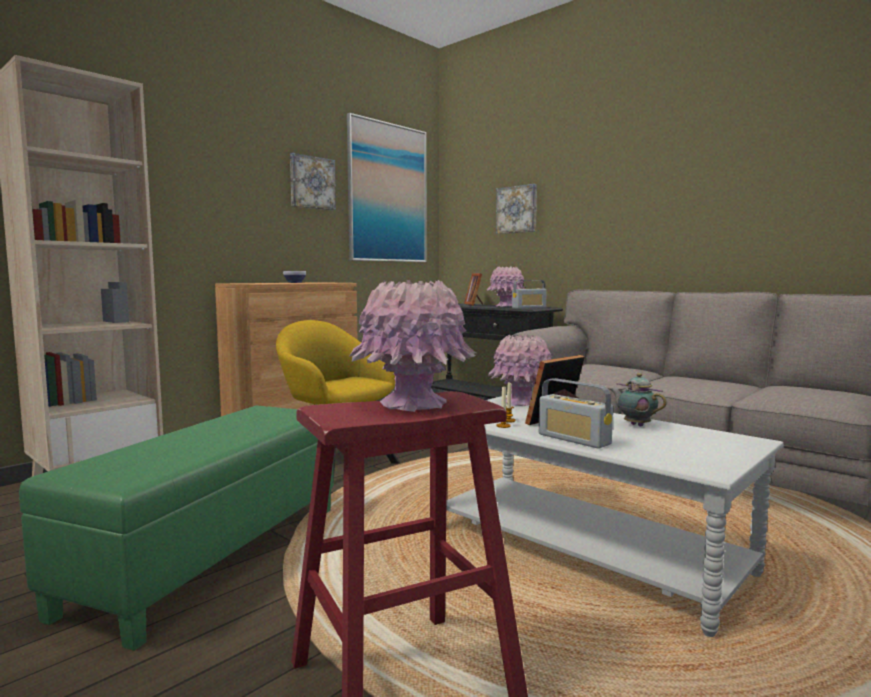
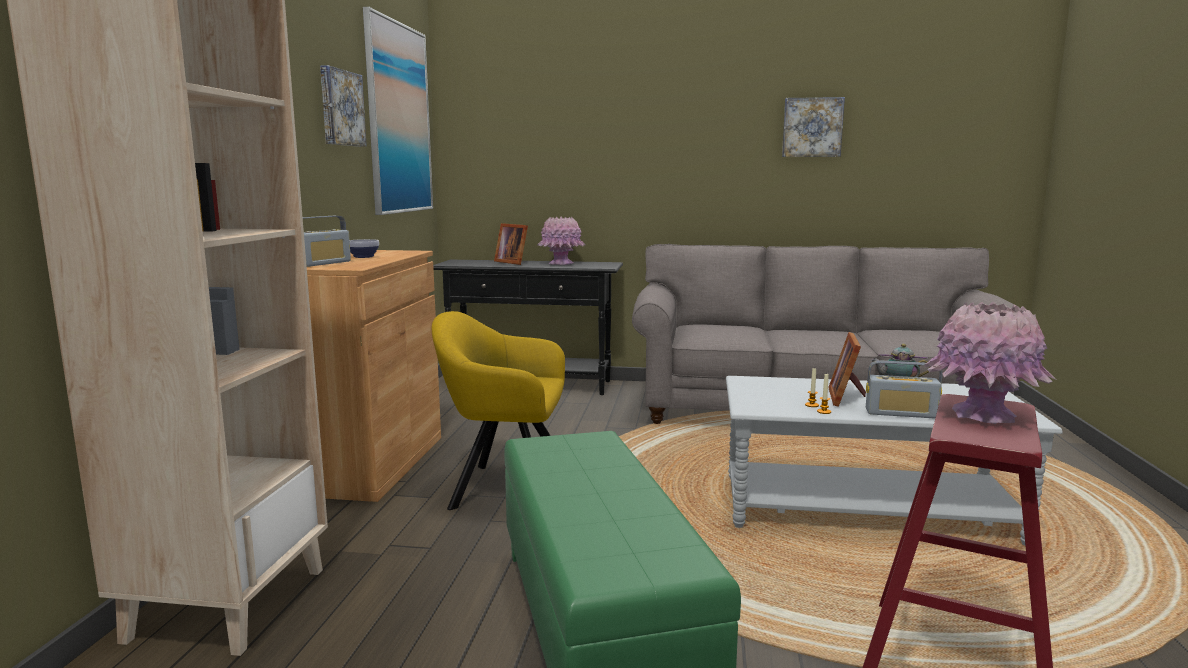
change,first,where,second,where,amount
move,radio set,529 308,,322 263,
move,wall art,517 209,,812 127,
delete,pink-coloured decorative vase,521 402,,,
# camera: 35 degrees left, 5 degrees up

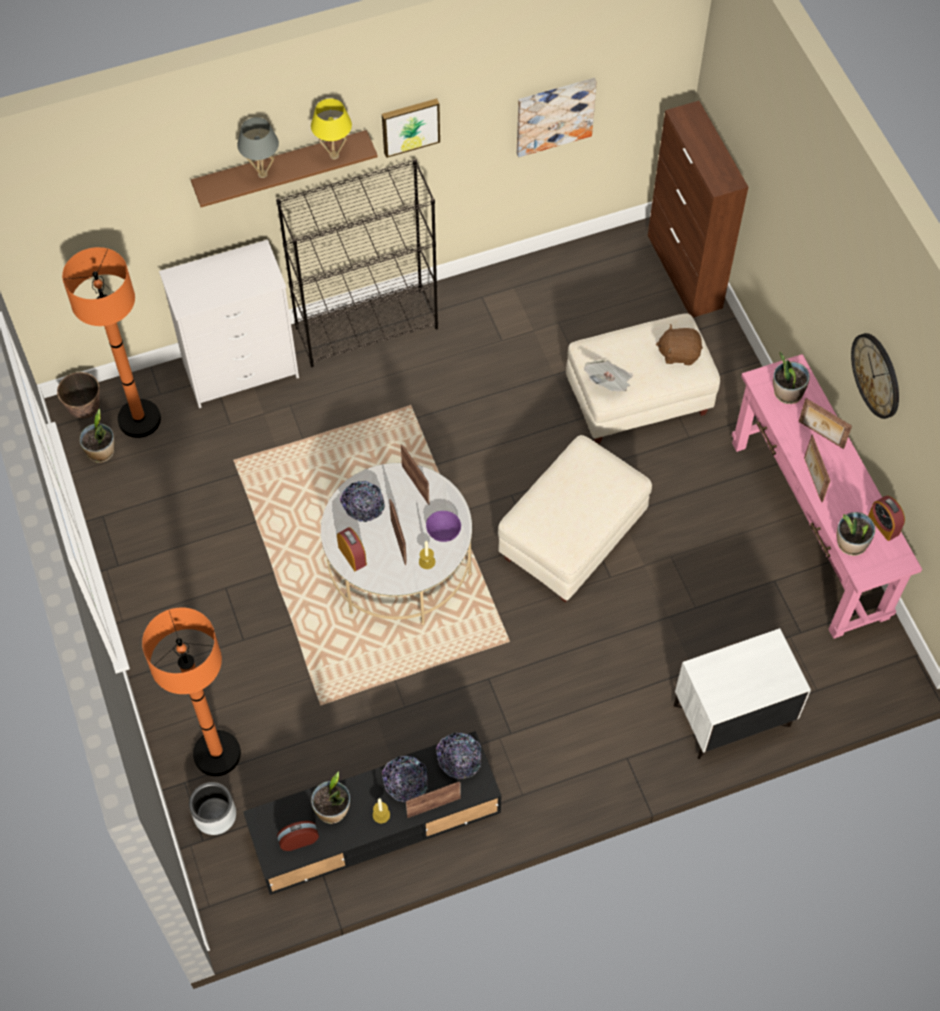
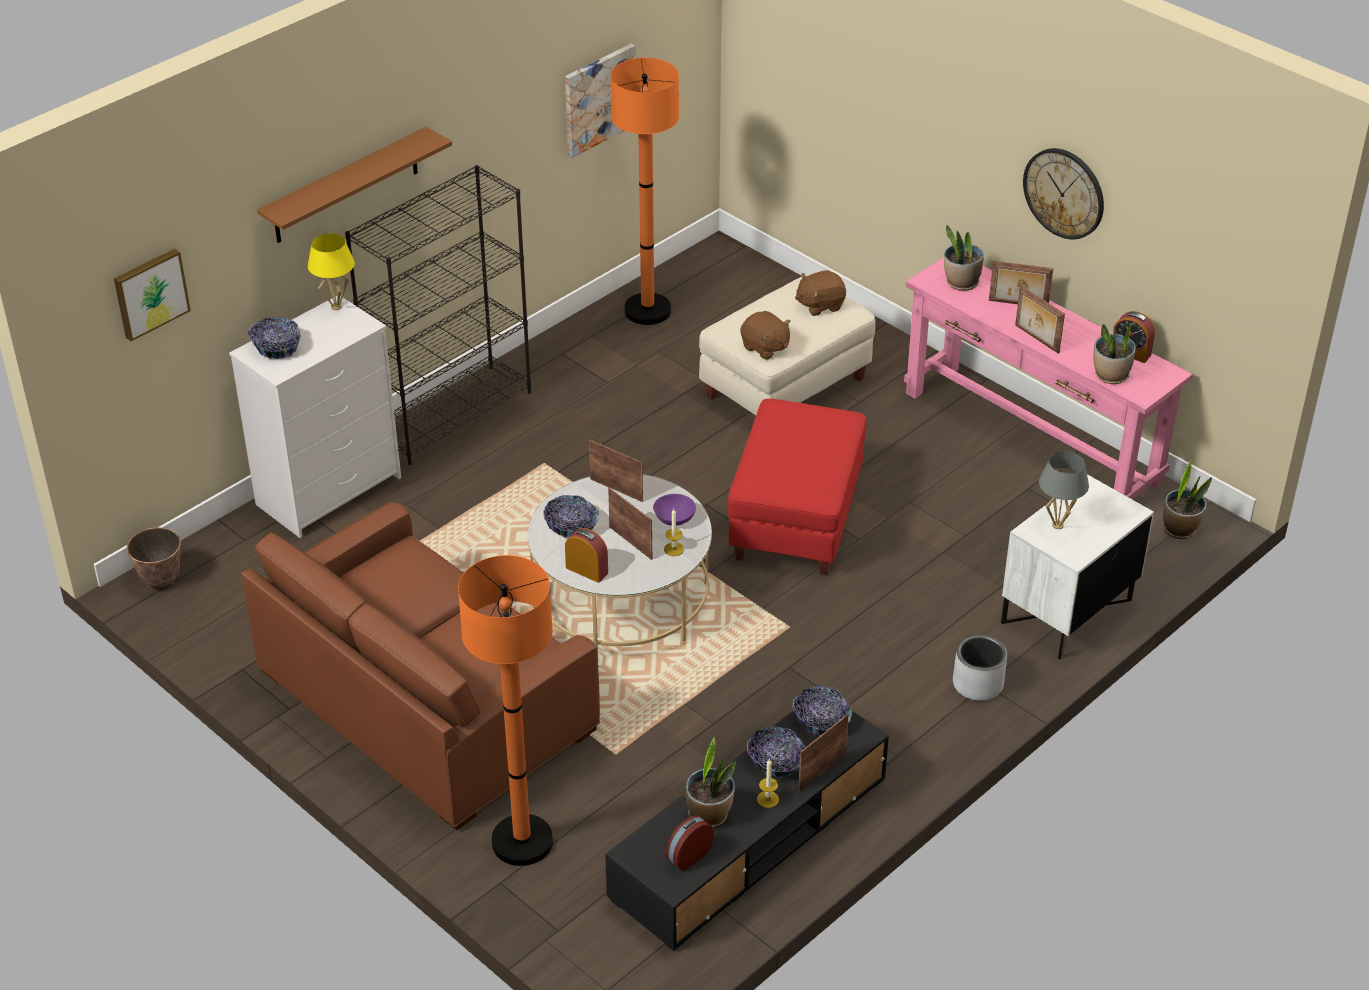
change,first,where,second,where,amount
move,wall art,410 125,,150 293,
insert,,,brownish sofa,424 700,
insert,,,deep dish,276 348,
move,yellow tabletop lamp,334 155,,336 307,
move,orange floor lamp,139 419,,647 310,
recolor,beige footrest,573 539,red-coloured footrest,797 520,
replace,daily paper,609 383,brownish soft toy,765 348,
move,greyish plant pot,214 815,,977 684,
move,greyish tabletop lamp,262 174,,1058 525,
move,potted plant,101 452,,1180 529,
delete,brownish cupboard,684 272,,,
# camera: 25 degrees left, 20 degrees down

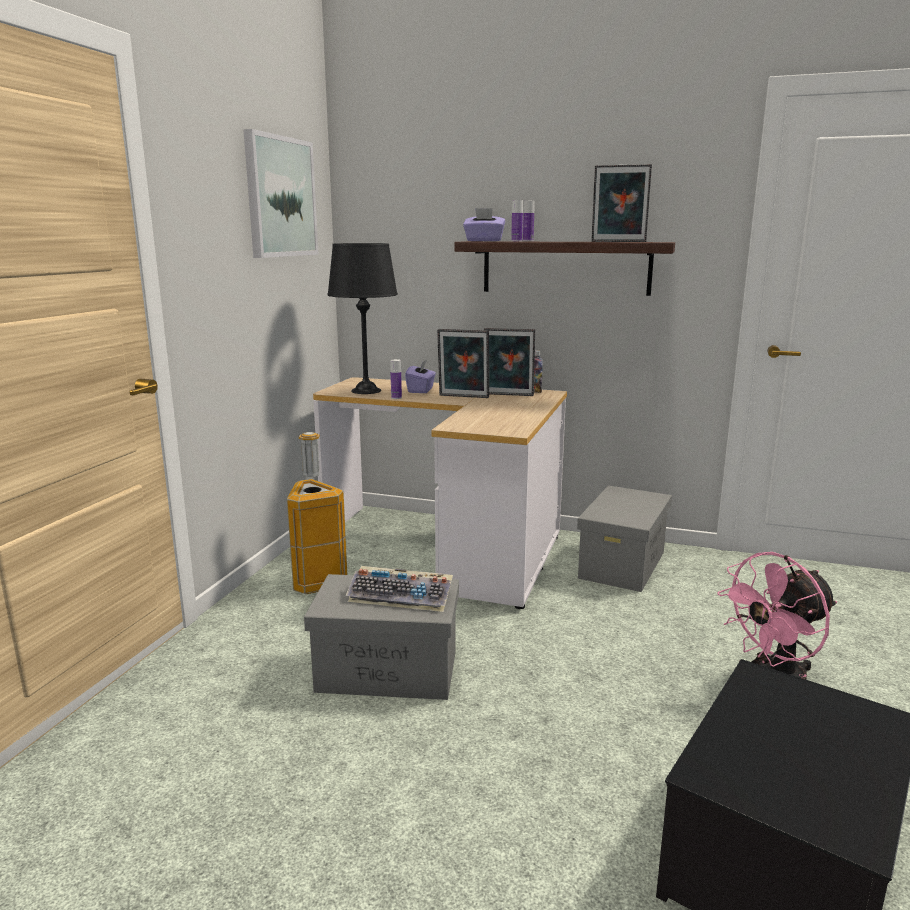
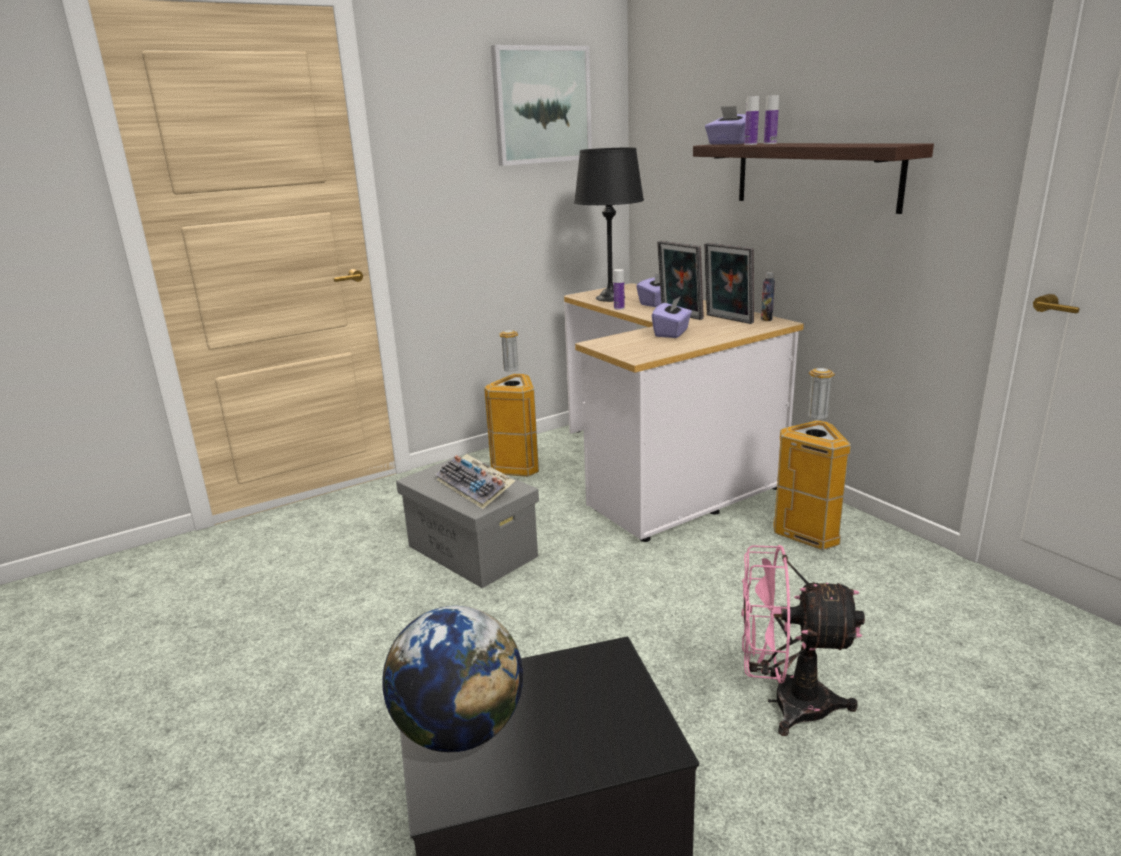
change,first,where,second,where,amount
insert,,,world globe,460 730,
insert,,,purple-coloured tissue holder,672 333,
replace,greyish storage container,622 565,rubbish bin,808 536,
delete,photo frame,618 241,,,
# camera: 40 degrees right, 5 degrees up

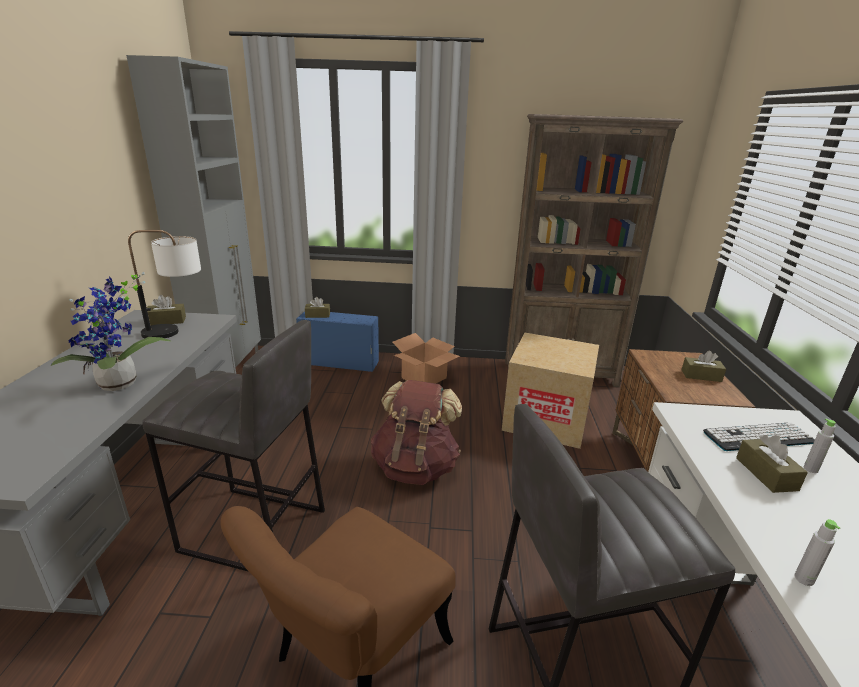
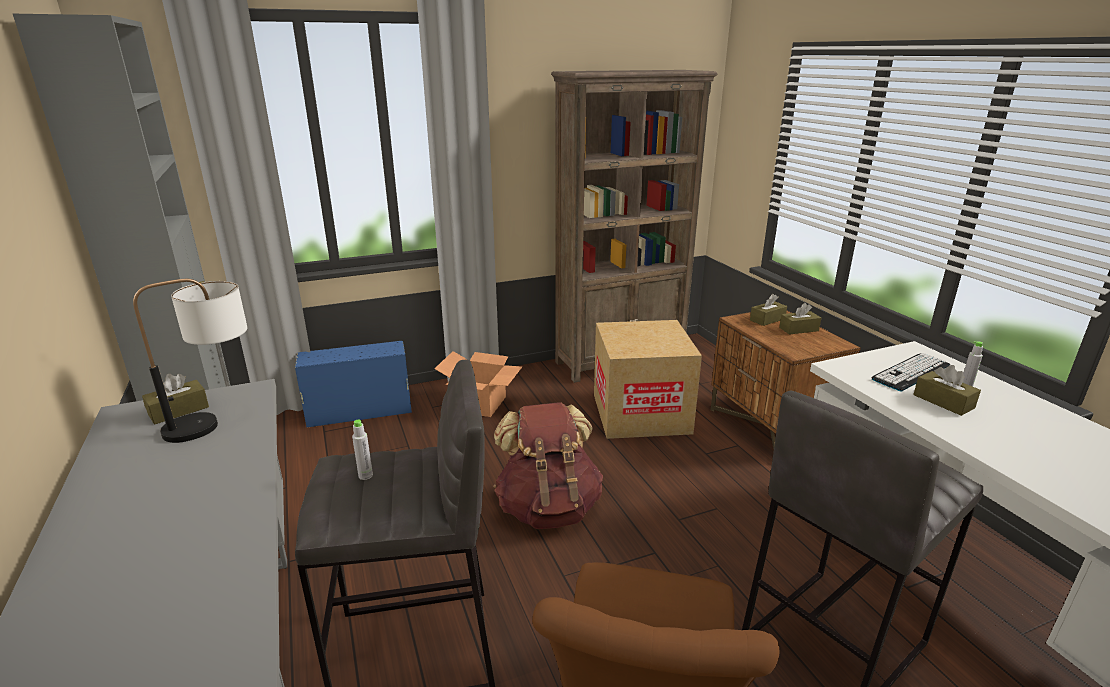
change,first,where,second,where,amount
move,greyish beverage bottle,803 579,,365 475,
move,brownish tissue holder,317 315,,767 319,
delete,potted plant,120 385,,,
# camera: 25 degrees left, 0 degrees up

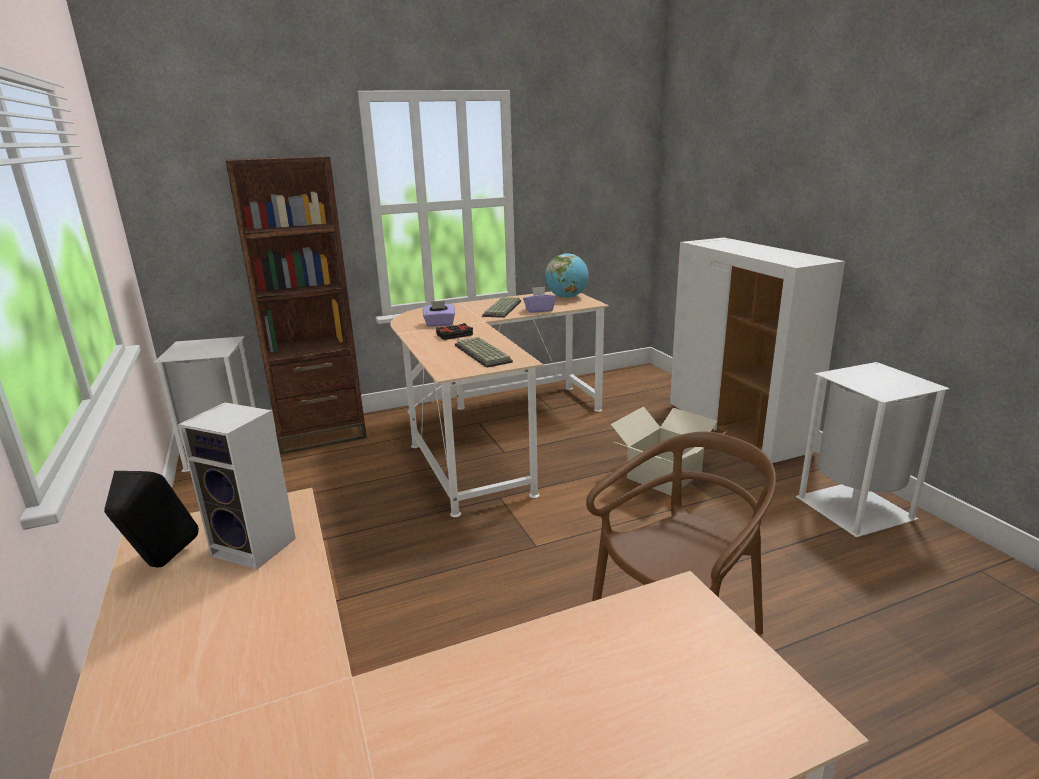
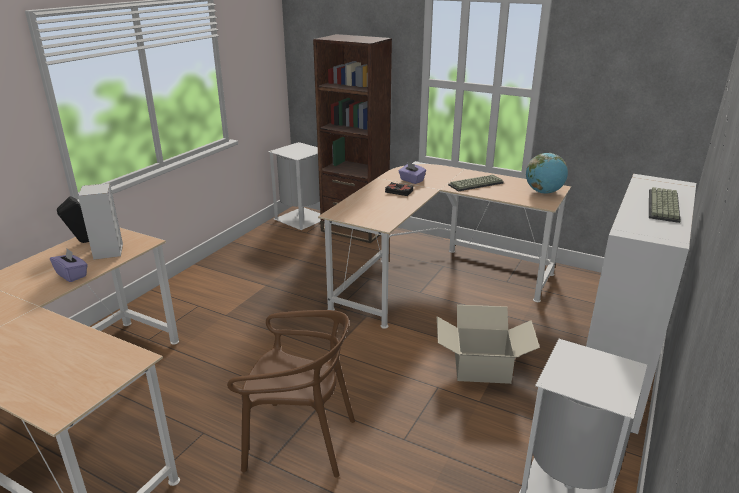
change,first,where,second,where,amount
move,purple-coloured tissue holder,539 310,,72 275,
move,keyboard,484 353,,665 206,
# camera: 50 degrees right, 5 degrees up

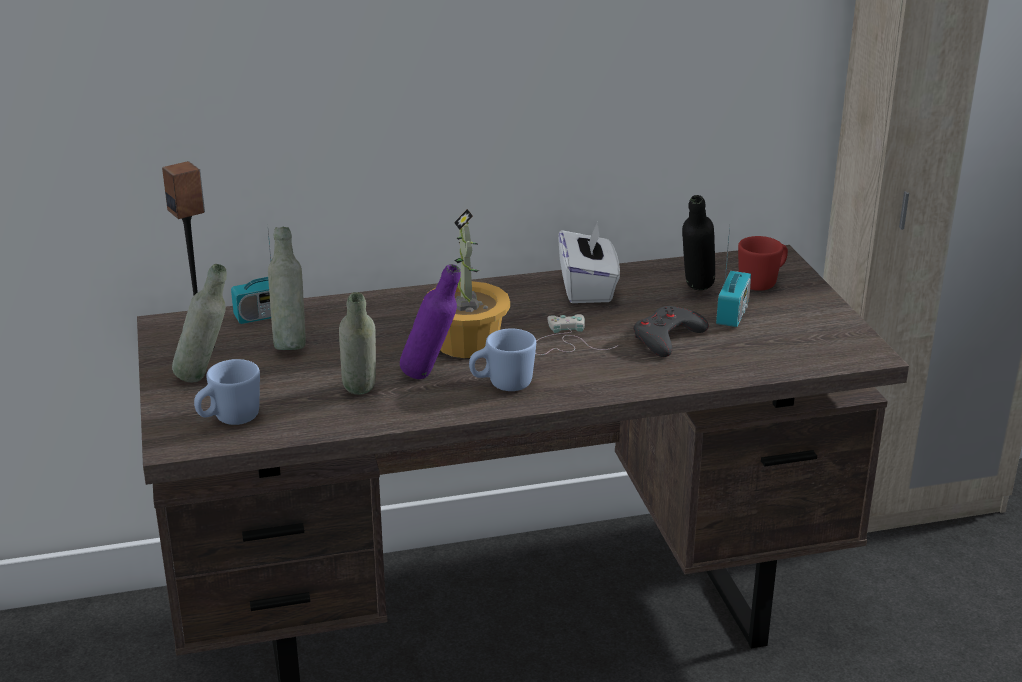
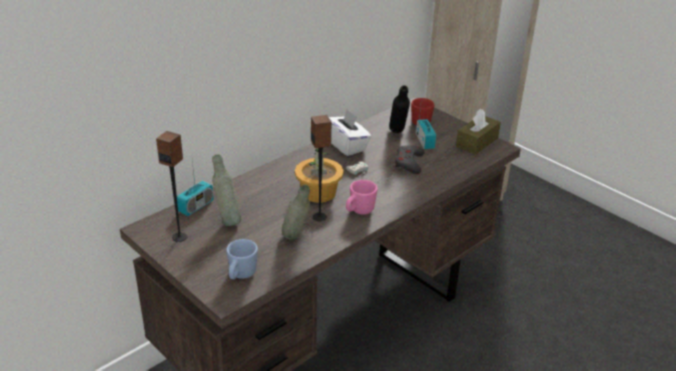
change,first,where,second,where,amount
replace,purple-coloured beverage bottle,431 376,audio speaker,320 217,
recolor,blue coffee mug,502 385,pink-coloured coffee mug,359 211,
insert,,,brownish tissue holder,477 142,
delete,greyish beverage bottle,205 378,,,
# camera: 30 degrees left, 5 degrees up

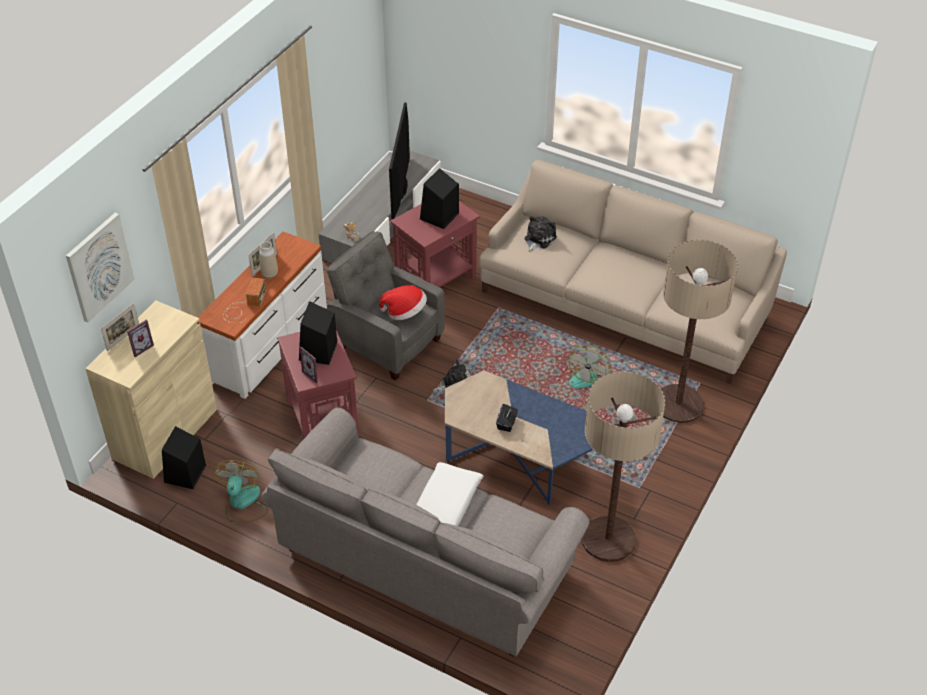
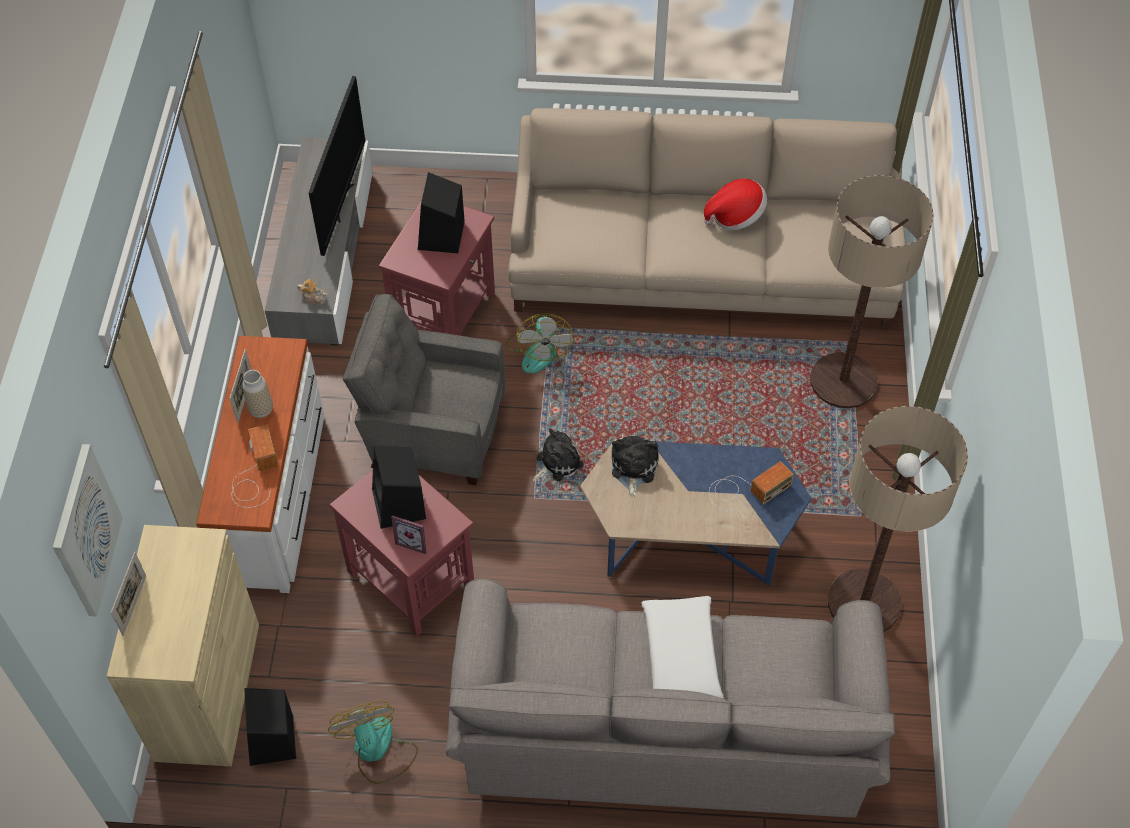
change,first,where,second,where,amount
rotate,TV,402 189,,341 202,150 degrees counterclockwise
move,cooling fan,586 376,,538 350,
move,soft toy,538 239,,633 468,
move,clothing hat,405 312,,735 216,
insert,,,radio set,746 490,
delete,photo frame,140 348,,,
delete,blackish tissue holder,507 423,,,
# camera: 25 degrees left, 10 degrees up

